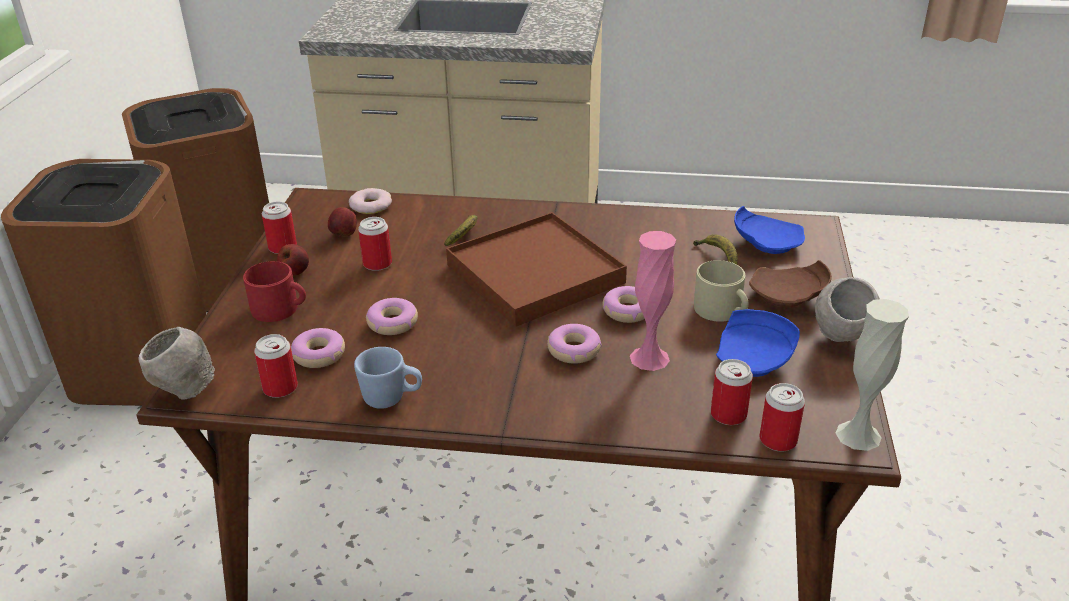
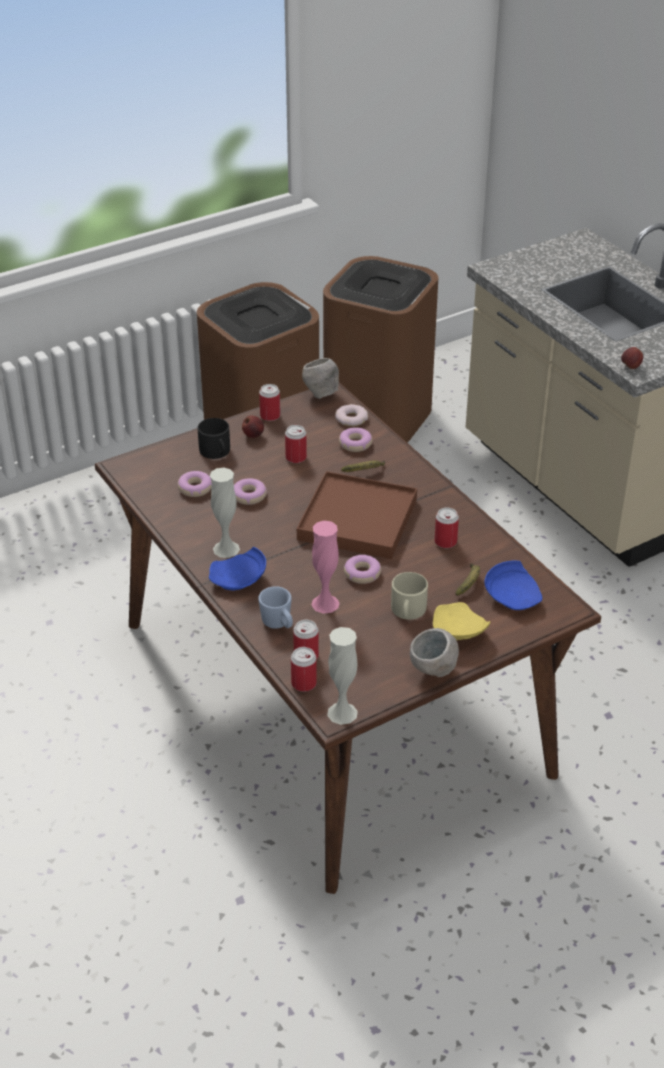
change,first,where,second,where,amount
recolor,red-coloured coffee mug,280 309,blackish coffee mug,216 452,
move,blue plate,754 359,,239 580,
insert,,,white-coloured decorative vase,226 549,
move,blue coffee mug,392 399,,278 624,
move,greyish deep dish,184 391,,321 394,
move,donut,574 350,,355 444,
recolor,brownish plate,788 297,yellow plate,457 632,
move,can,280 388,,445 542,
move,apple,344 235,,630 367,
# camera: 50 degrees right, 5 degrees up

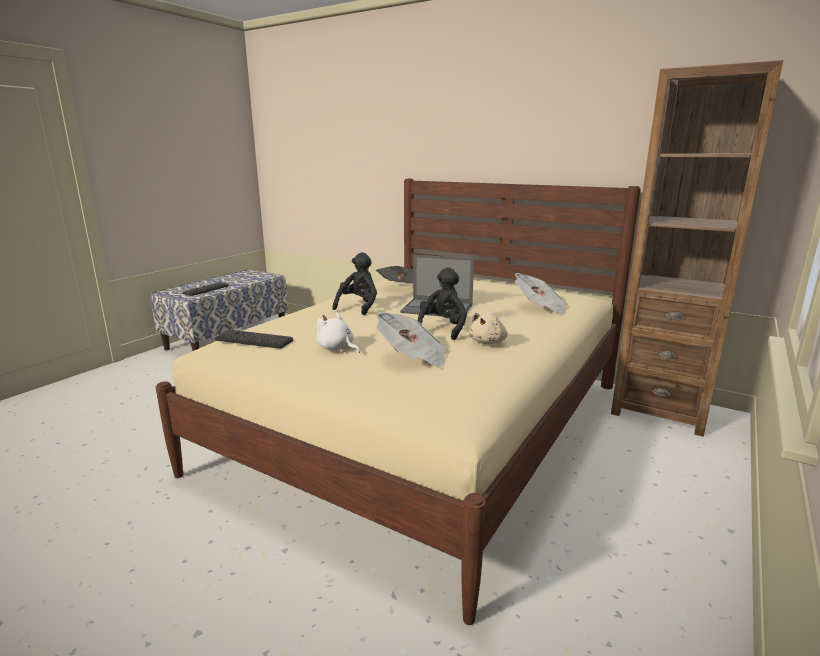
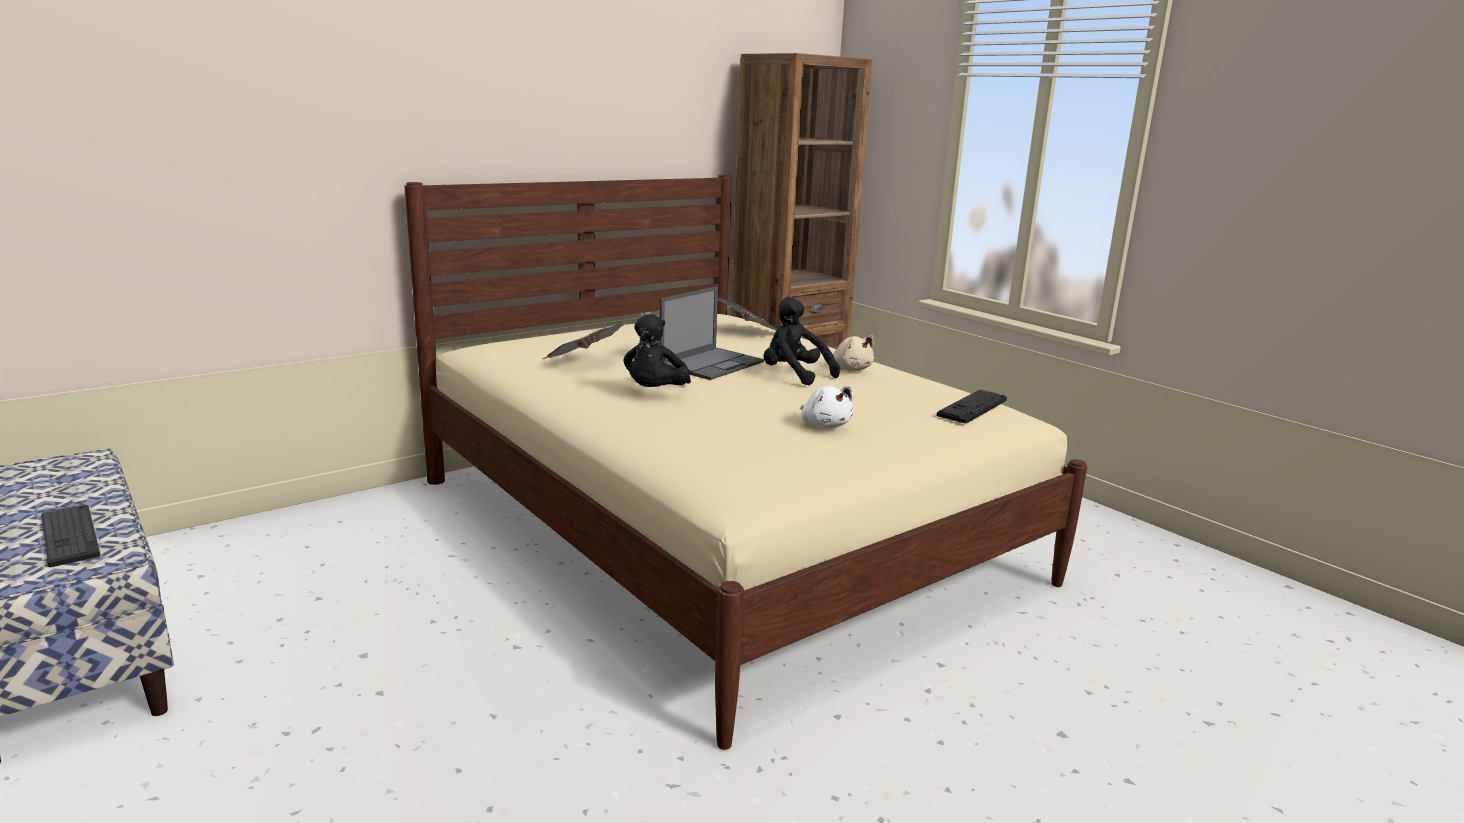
change,first,where,second,where,amount
rotate,blackish soft toy,358 306,,655 393,120 degrees counterclockwise
rotate,white-coloured soft toy,337 349,,825 425,90 degrees counterclockwise
move,keyboard,254 340,,972 407,
delete,daily paper,413 357,,,
# camera: 70 degrees left, 0 degrees up

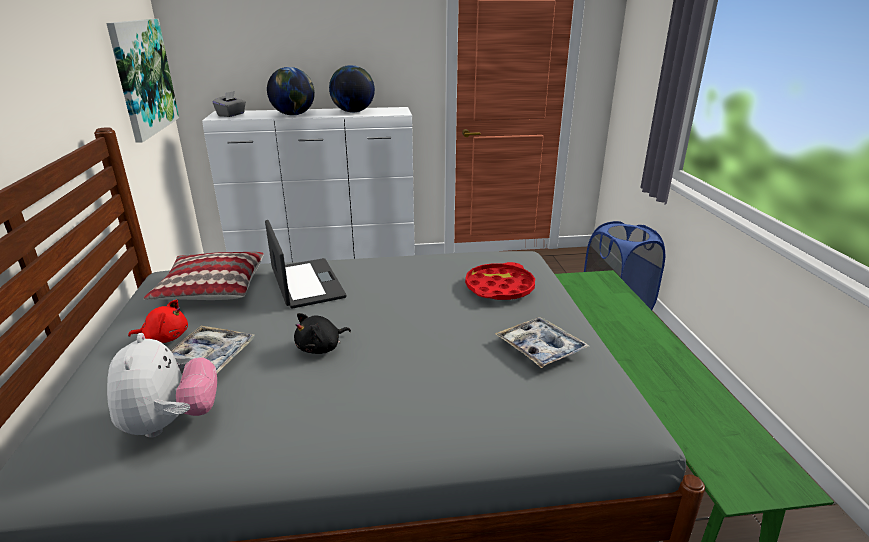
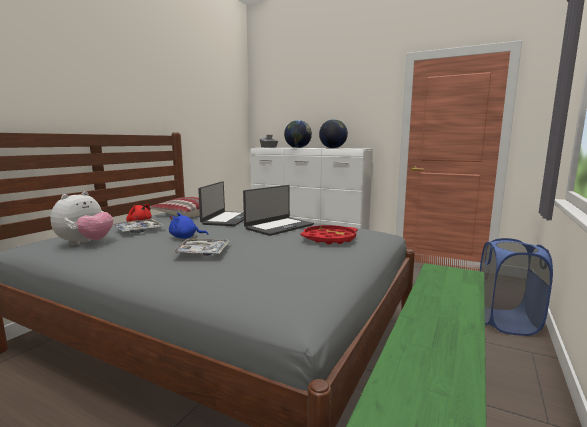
change,first,where,second,where,amount
recolor,blackish soft toy,321 348,blue soft toy,185 237,
move,serving tray,540 348,,202 252,
insert,,,notebook computer,279 226,
delete,wall art,143 77,,,
# camera: 35 degrees right, 15 degrees down

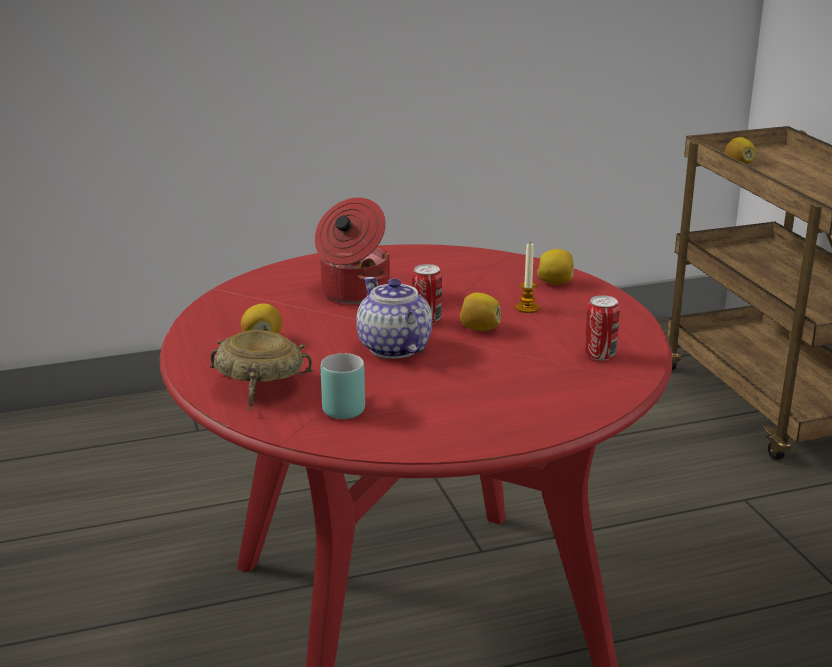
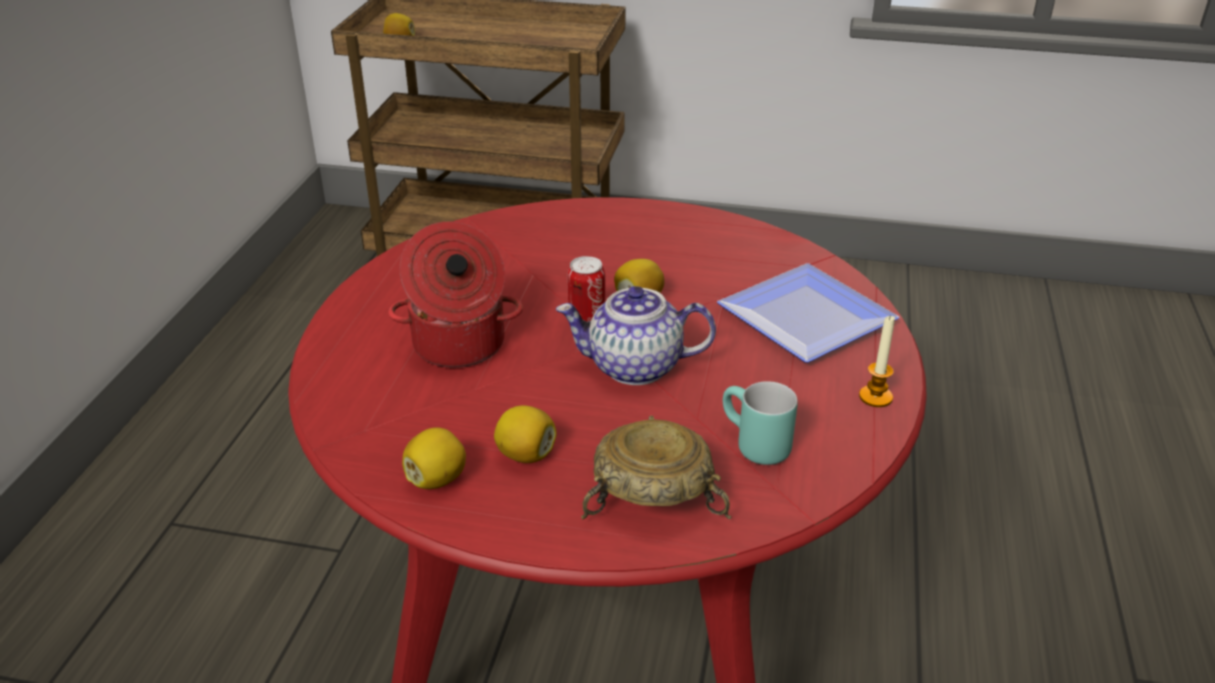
change,first,where,second,where,amount
move,lemon,555 283,,437 479,
insert,,,plate,812 318,
move,wax candle,527 308,,875 397,
delete,can,600 355,,,
# camera: 60 degrees left, 10 degrees up

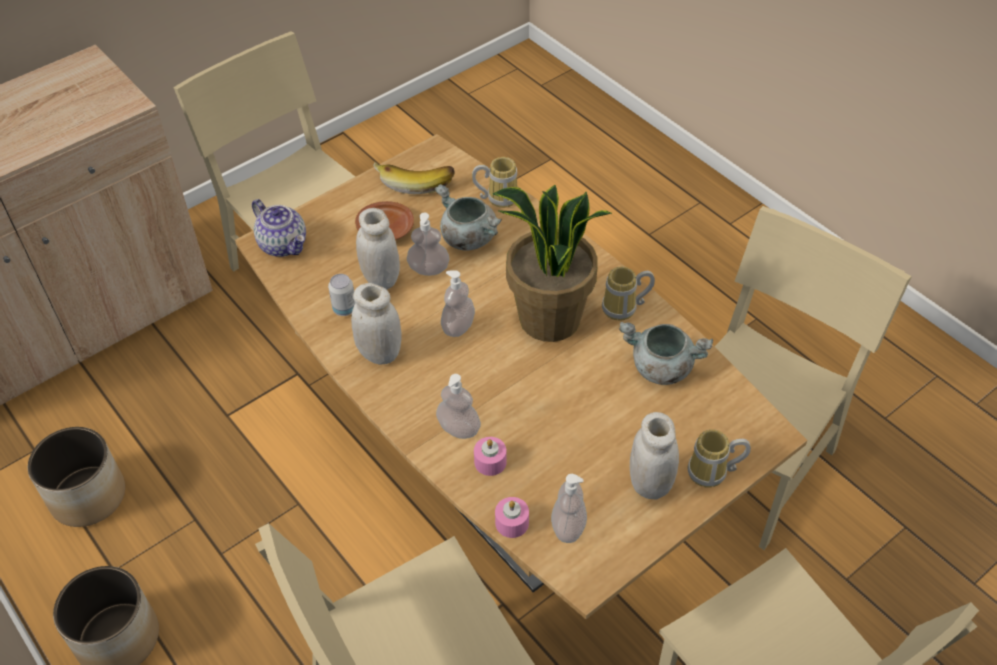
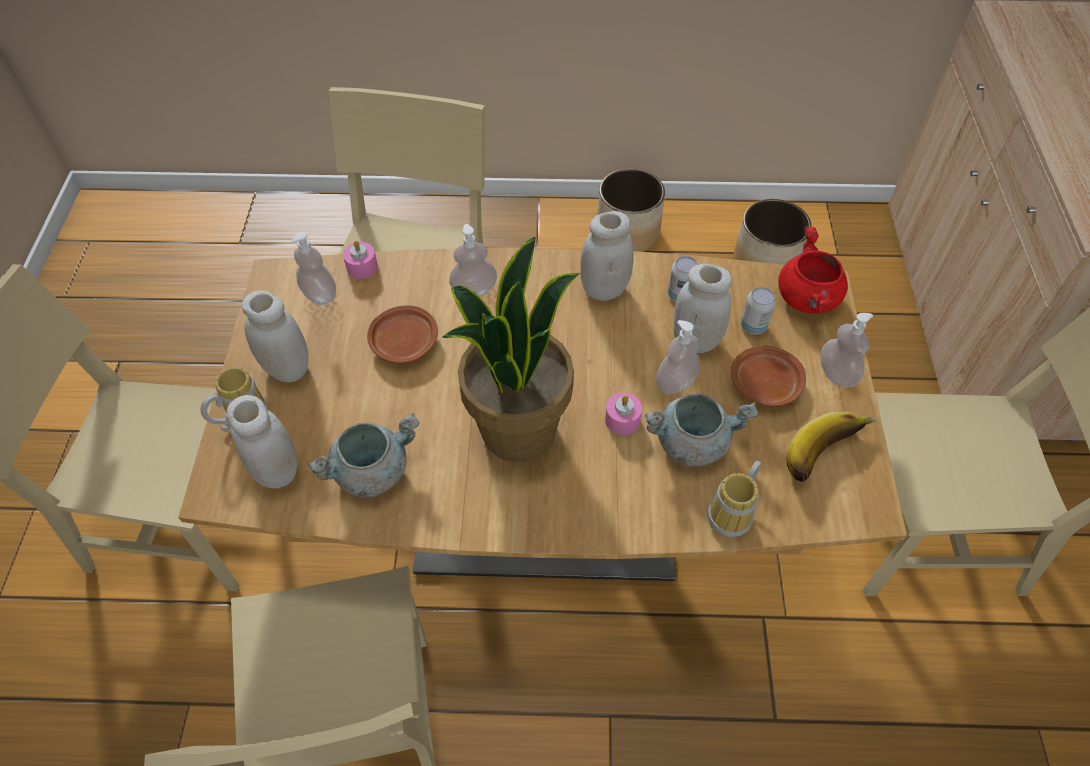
change,first,where,second,where,amount
insert,,,white-coloured jar,277 471,
insert,,,brownish plate,404 341,
move,pink-coloured wax candle,490 462,,622 420,
insert,,,can,753 326,
replace,tea pot,284 245,red-coloured stockpot,808 299,
move,soap bottle,458 327,,836 374,
delete,coffee mug,624 309,,,
# camera: 130 degrees right, 5 degrees up

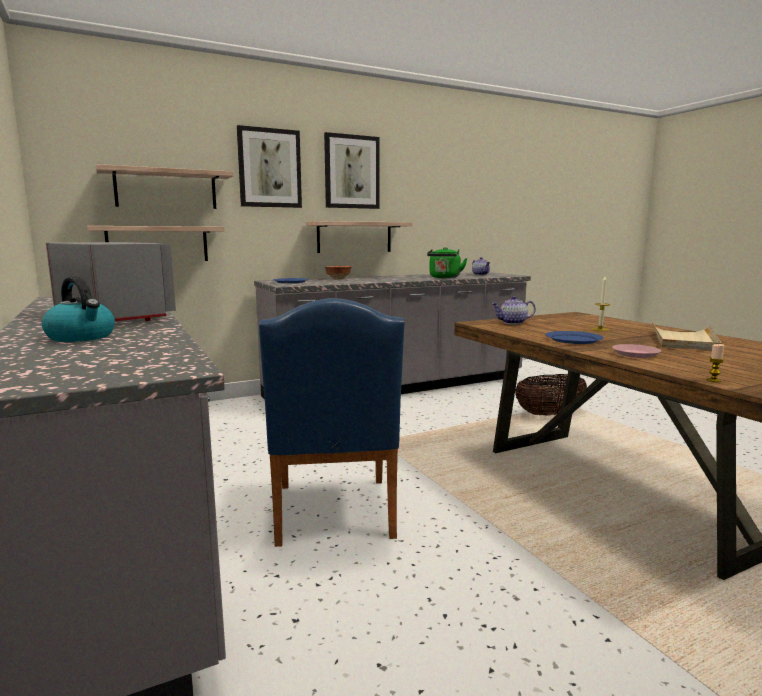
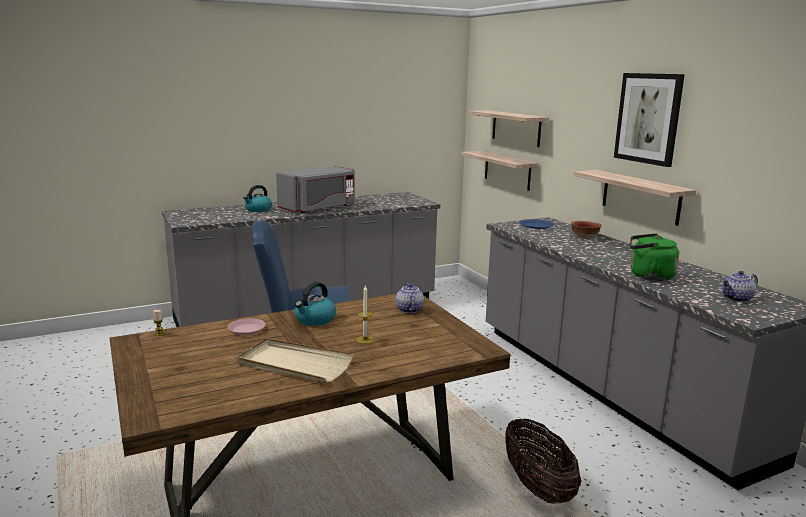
change,first,where,second,where,amount
replace,blue plate,573 339,kettle,314 320,
delete,wall art,269 168,,,
# camera: 90 degrees right, 5 degrees up

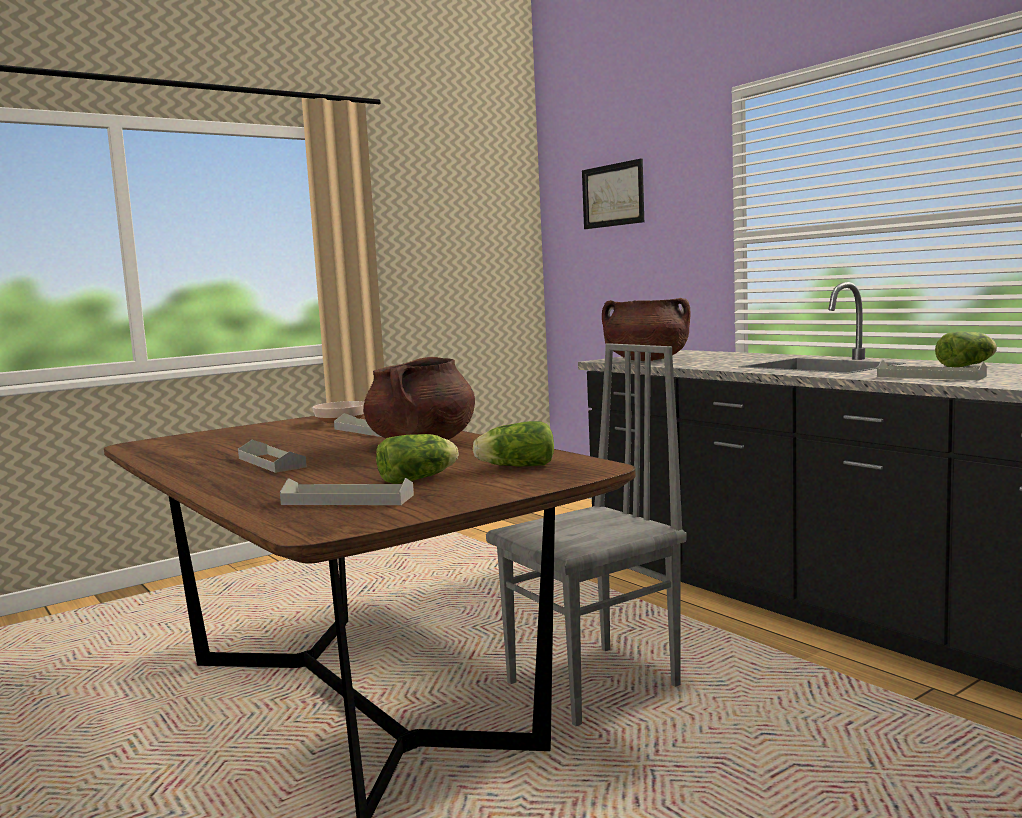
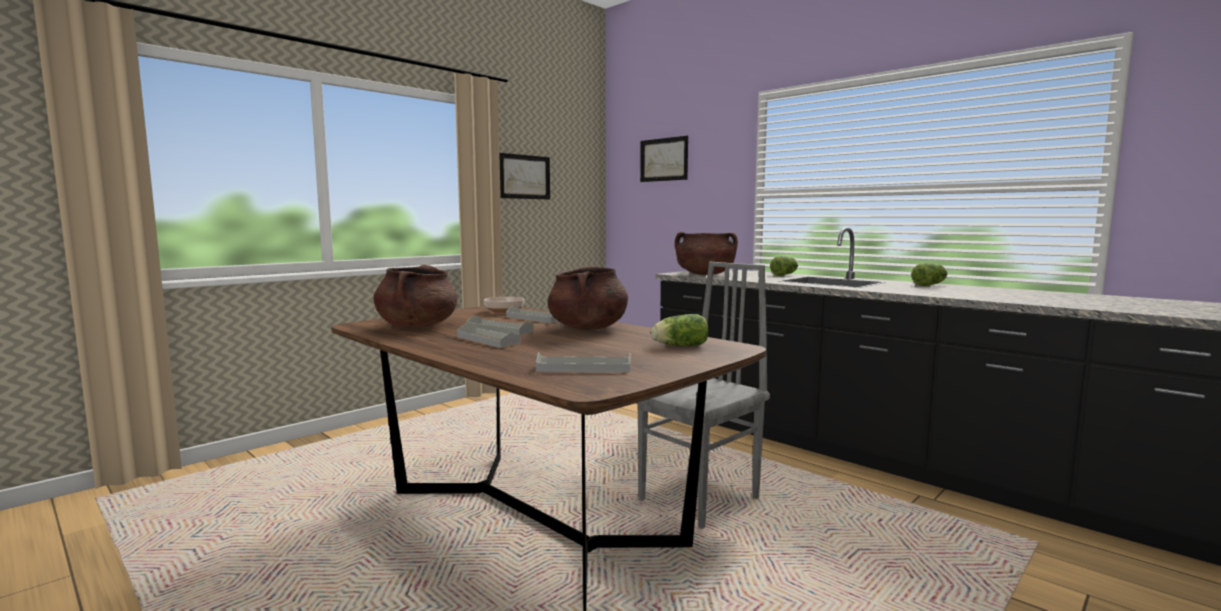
change,first,where,second,where,amount
insert,,,brownish stockpot,417 326,
move,greyish serving tray,930 377,,499 330,
insert,,,wall art,525 177,
move,lettuce,420 479,,785 275,
# camera: 10 degrees left, 0 degrees up

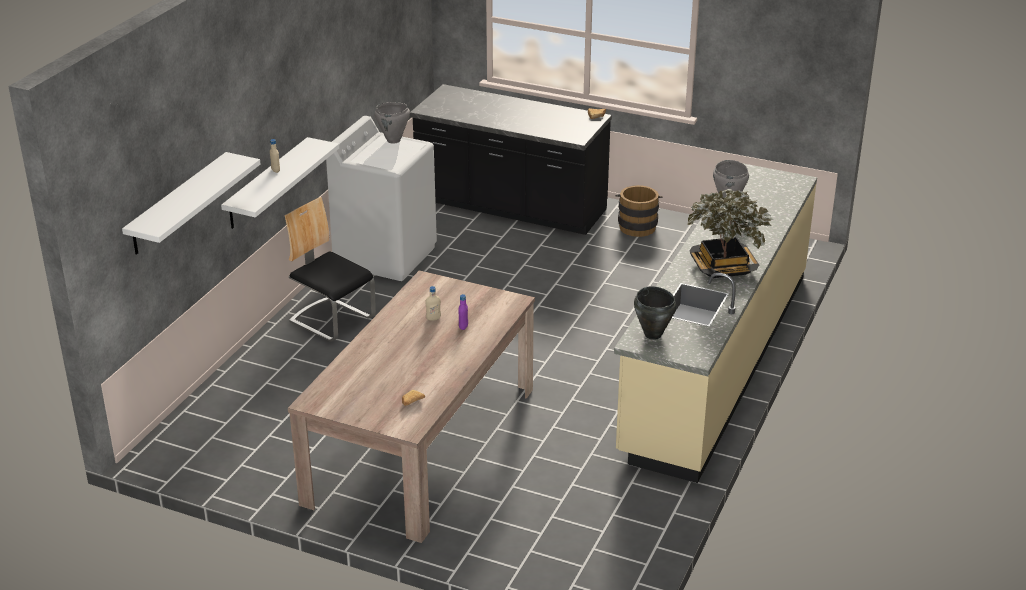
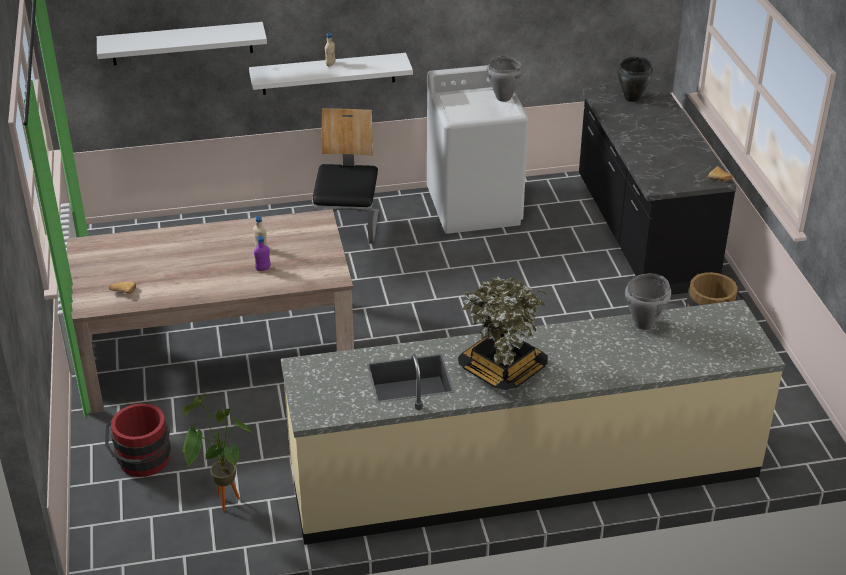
change,first,where,second,where,amount
insert,,,red-coloured pail,143 463,
insert,,,potted plant,220 502,
move,blackish stockpot,653 334,,632 98,
# camera: 55 degrees right, 5 degrees up

